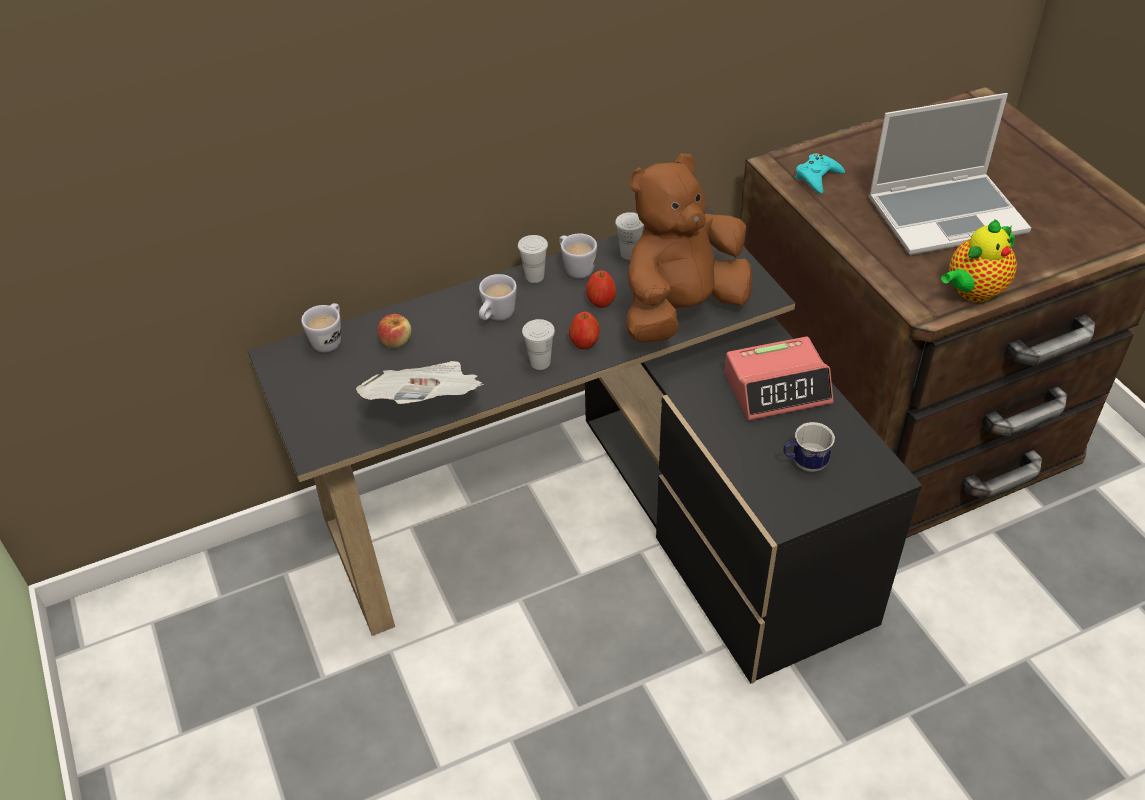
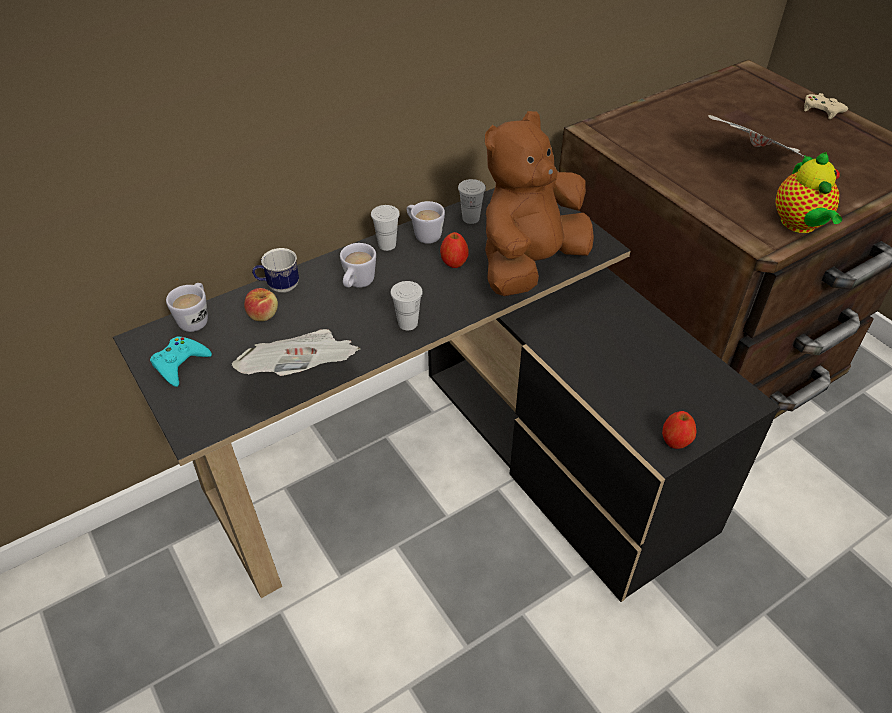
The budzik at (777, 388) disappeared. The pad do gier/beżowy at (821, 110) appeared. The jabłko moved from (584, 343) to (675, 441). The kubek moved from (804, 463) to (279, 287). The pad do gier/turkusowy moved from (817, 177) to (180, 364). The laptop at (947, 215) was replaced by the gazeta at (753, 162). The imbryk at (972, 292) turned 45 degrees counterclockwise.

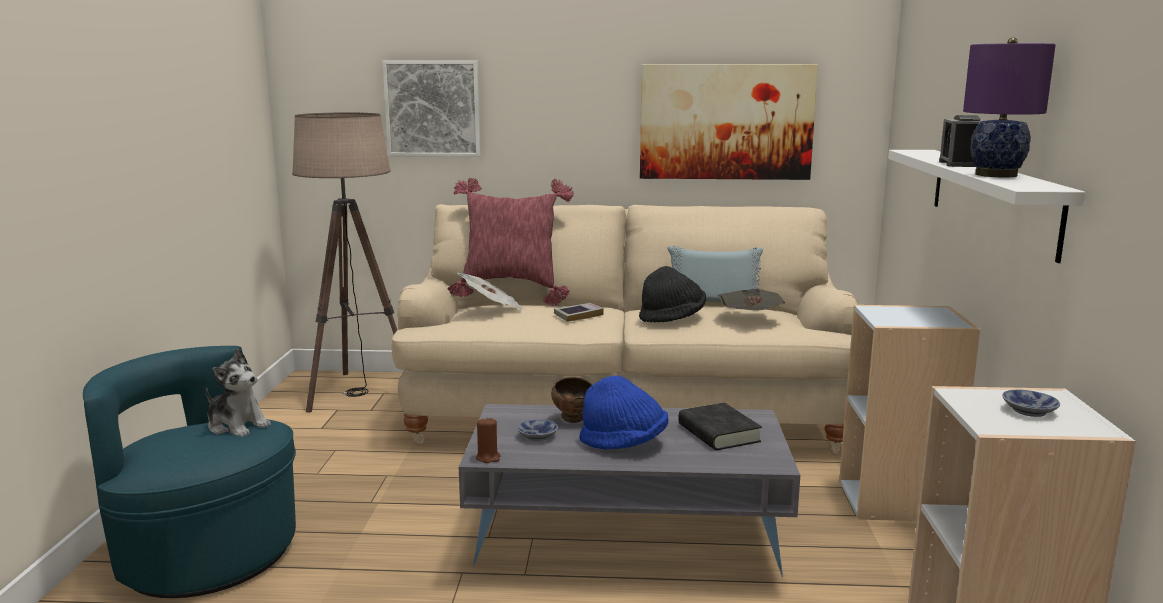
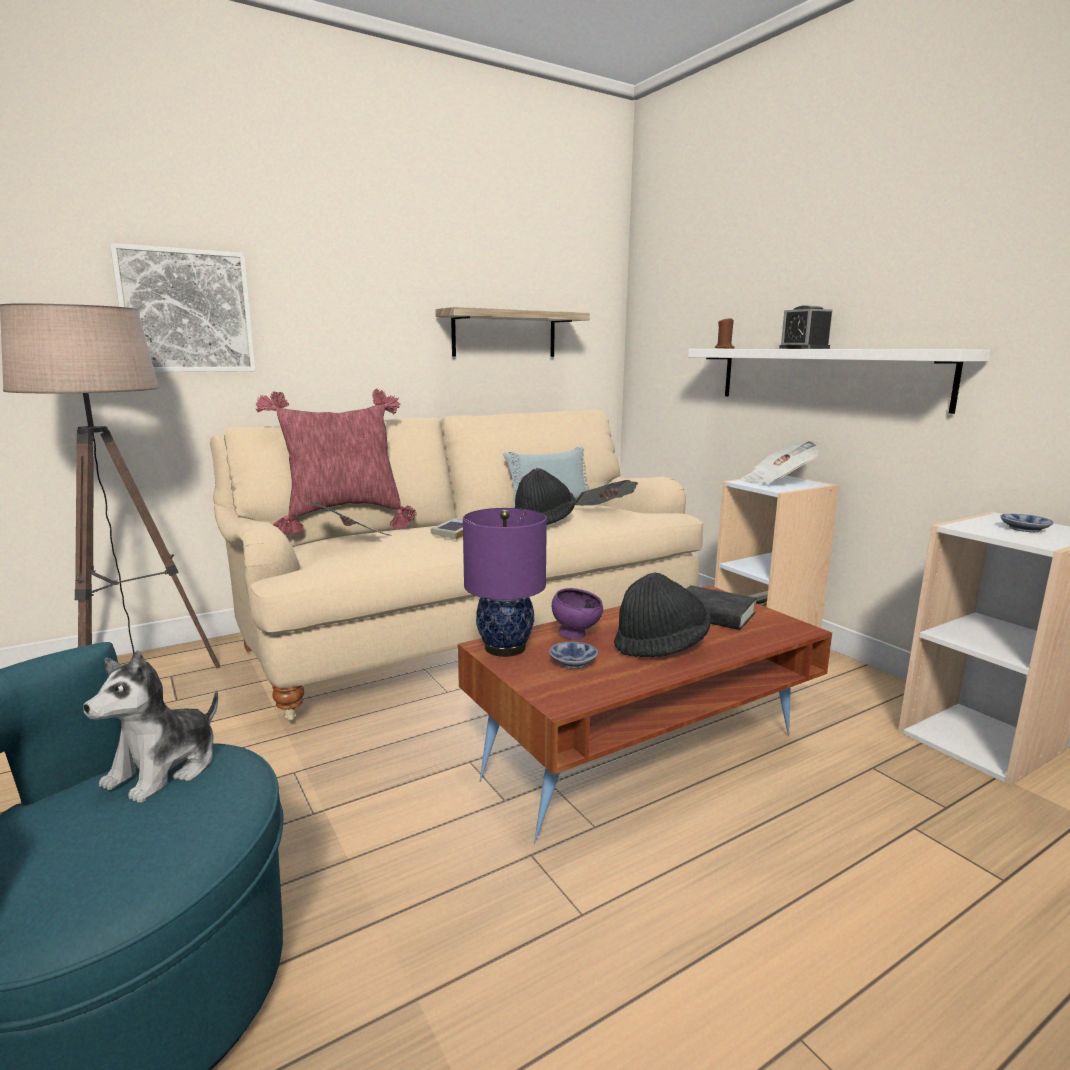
The gazeta at (777, 482) appeared. The świeca/brązowy moved from (488, 458) to (724, 348). The lampa stołowa/fioletowy moved from (996, 175) to (505, 647). The obraz at (726, 122) was replaced by the półka at (504, 334). The ława/szary at (627, 546) became the ława/brązowy at (642, 756). The miska/brązowy at (574, 419) became the miska/fioletowy at (576, 635). The kapelusz/niebieski at (624, 443) became the kapelusz/czarny at (661, 646). The pluszak at (237, 426) turned 120 degrees clockwise.

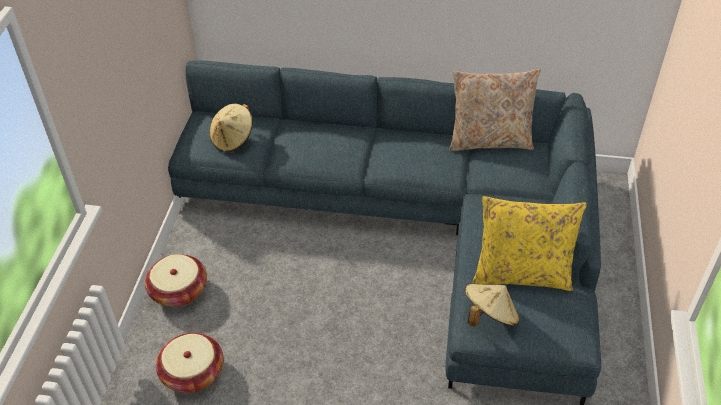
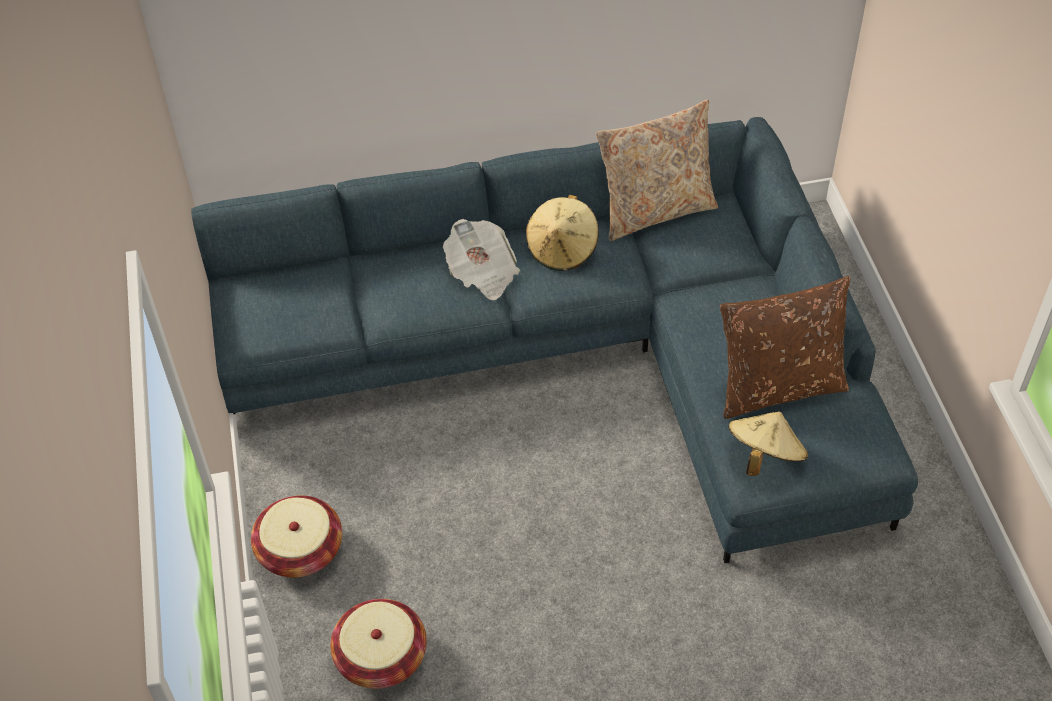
The gazeta at (482, 273) appeared. The kapelusz/beżowy moved from (233, 139) to (562, 249). The poduszka/żółty at (522, 274) became the poduszka/brązowy at (778, 387).

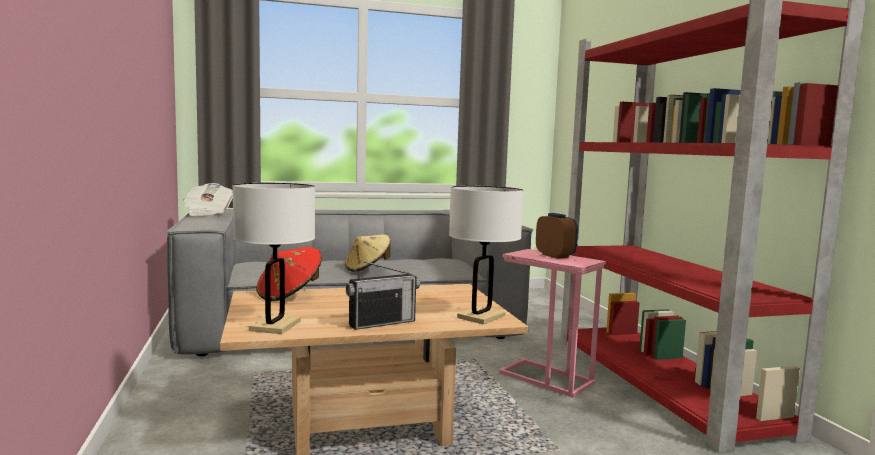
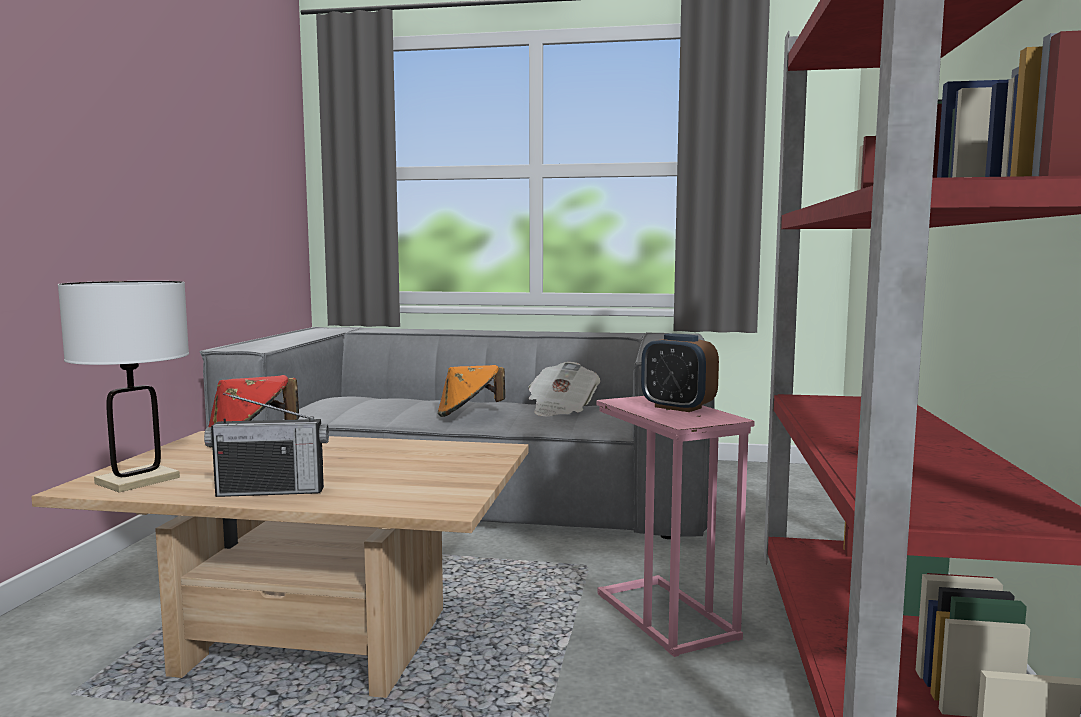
The lampa stołowa/biały at (481, 317) disappeared. The gazeta moved from (207, 213) to (561, 409). The kapelusz/beżowy at (367, 269) became the kapelusz/pomarańczowy at (469, 414). The budzik at (555, 256) turned 135 degrees clockwise.

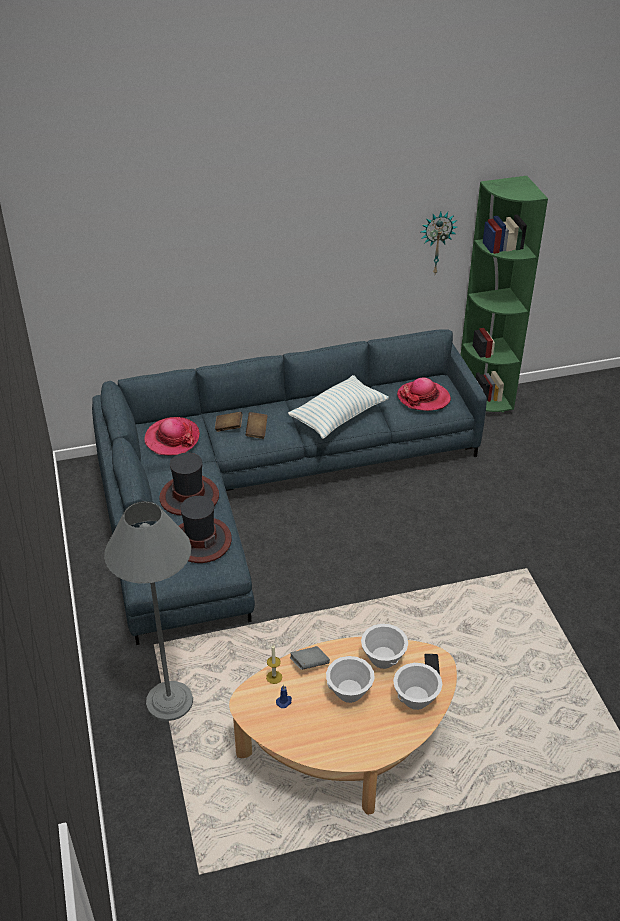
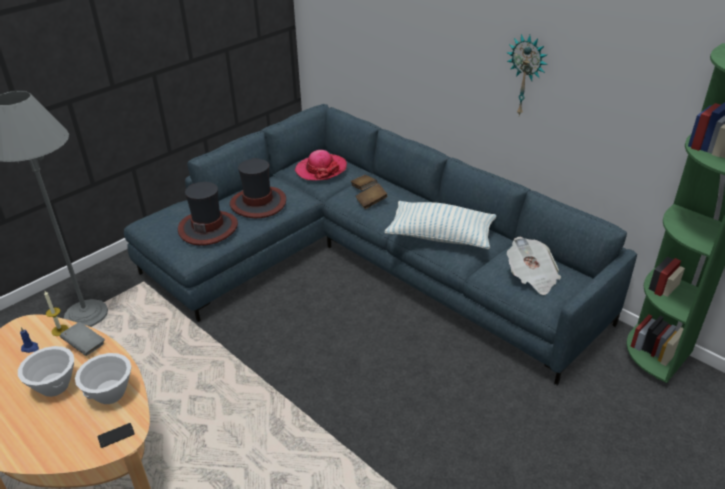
The miska/biały at (416, 700) disappeared. The zegar ścienny moved from (436, 242) to (526, 75). The kapelusz at (423, 398) was replaced by the gazeta at (532, 277).

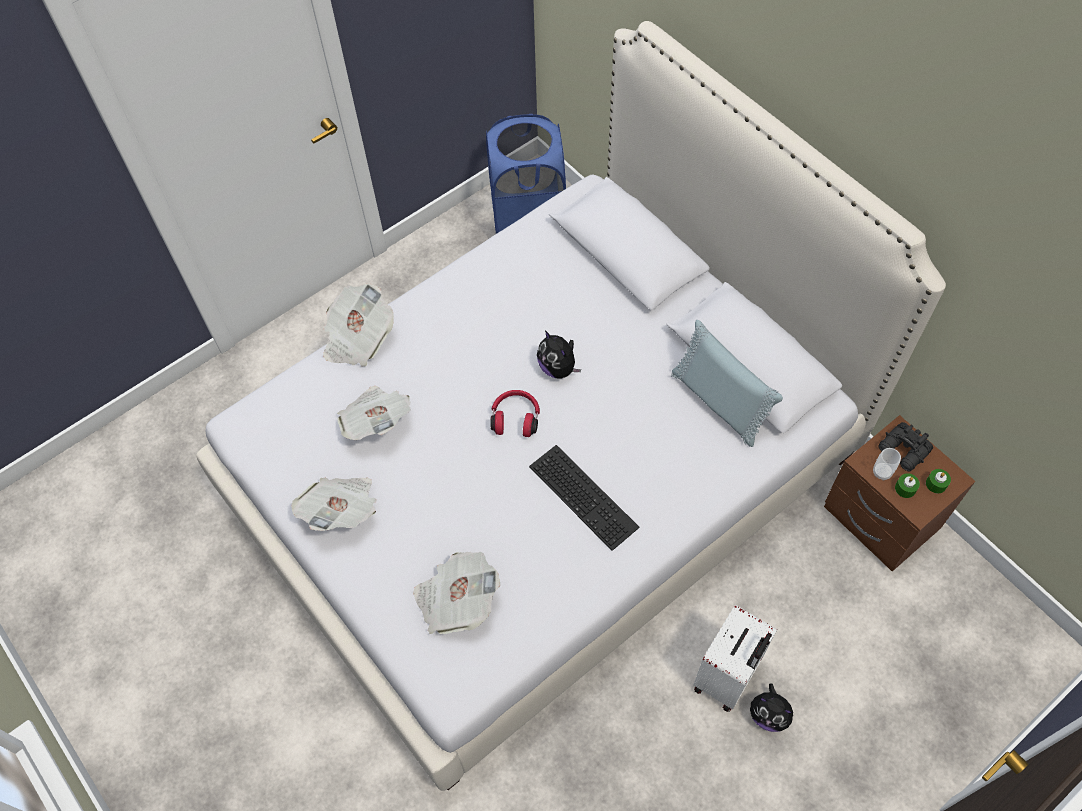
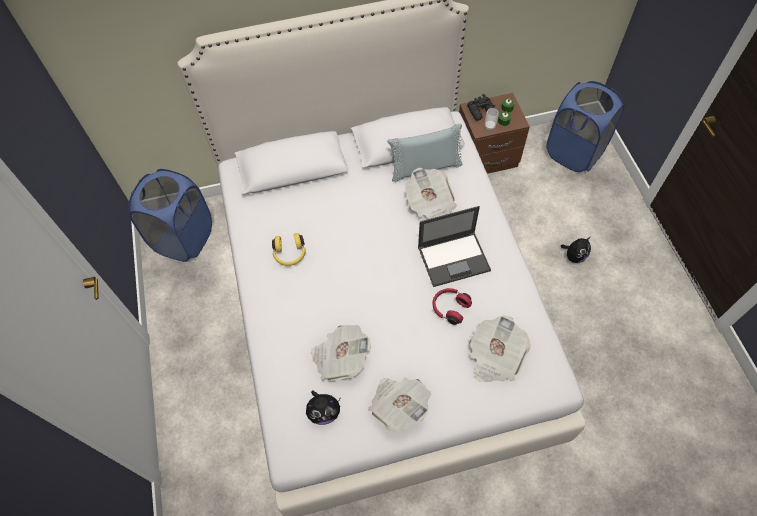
The walizka/biały at (727, 677) disappeared. The słuchawki/żółty at (290, 254) appeared. The kosz na pranie/niebieski at (574, 152) appeared. The gazeta moved from (358, 338) to (430, 205). The słuchawki/czerwony moved from (515, 418) to (449, 308). The pluszak moved from (558, 368) to (324, 412). The klawiatura at (586, 496) was replaced by the laptop at (454, 258).

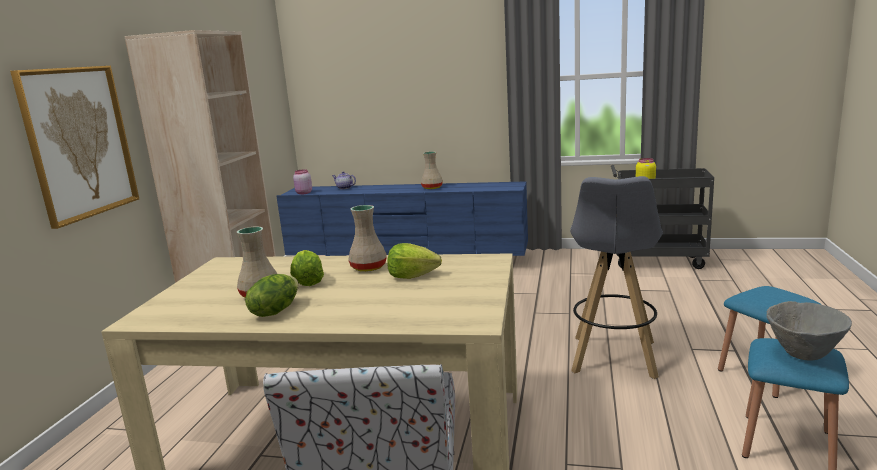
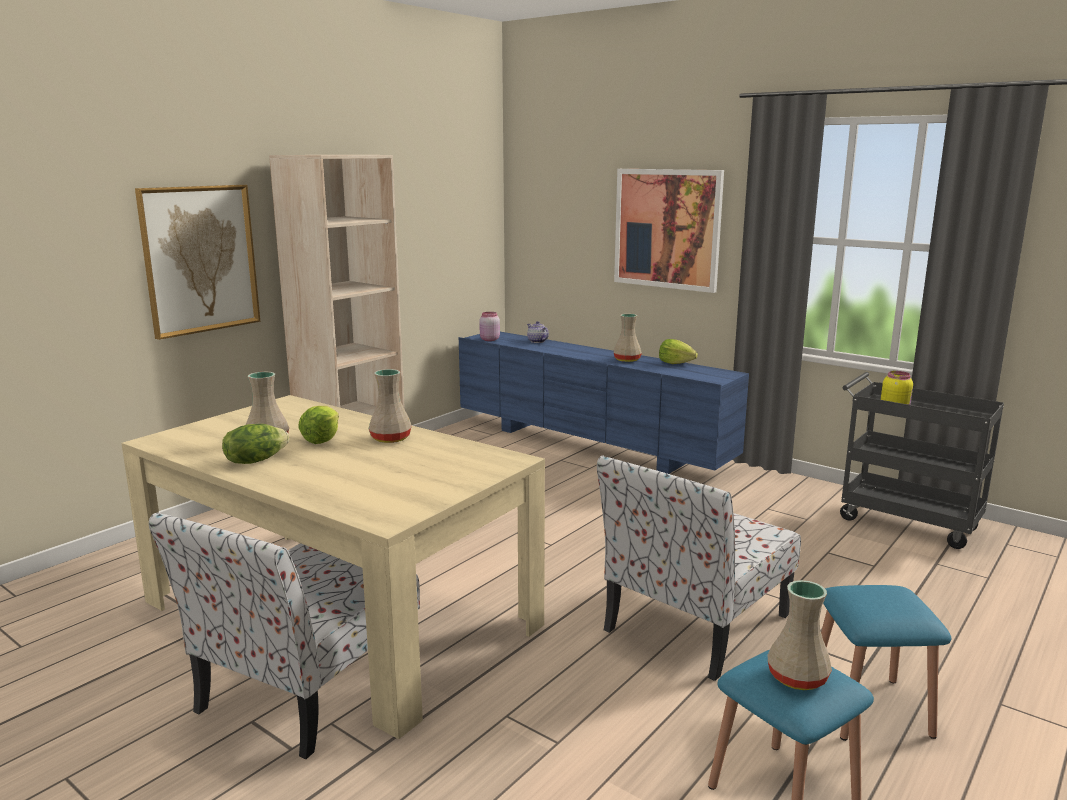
The obraz at (667, 229) appeared. The sałata moved from (412, 276) to (675, 363). The stołek/szary at (613, 358) was replaced by the krzesło at (694, 624). The miska/szary at (803, 354) was replaced by the wazon/beżowy at (798, 678).

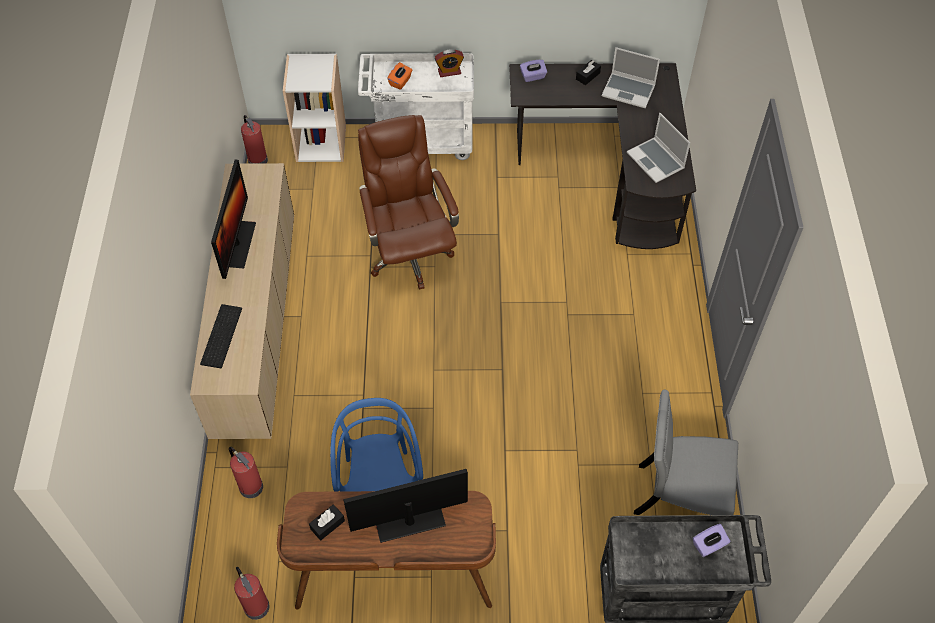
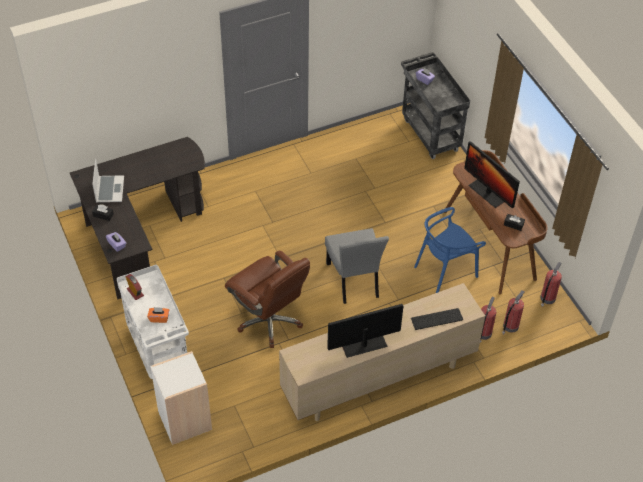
The laptop at (656, 161) disappeared. The gaśnica moved from (257, 159) to (510, 326). The krzesło/szary moved from (681, 496) to (354, 278). The krzesło biurowe/brązowy at (410, 257) turned 90 degrees counterclockwise.

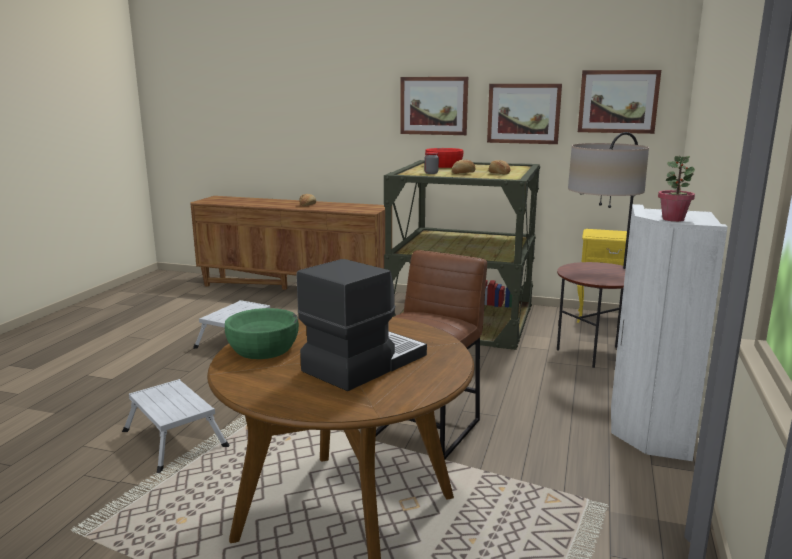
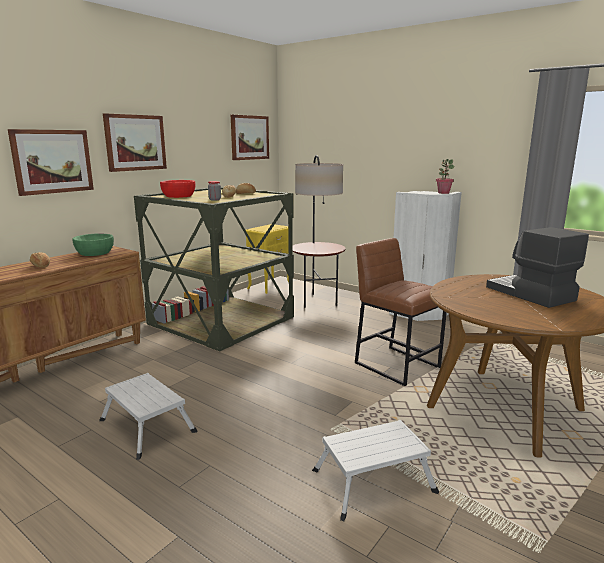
The miska/zielony moved from (263, 348) to (94, 252). The obraz moved from (523, 113) to (52, 161).

